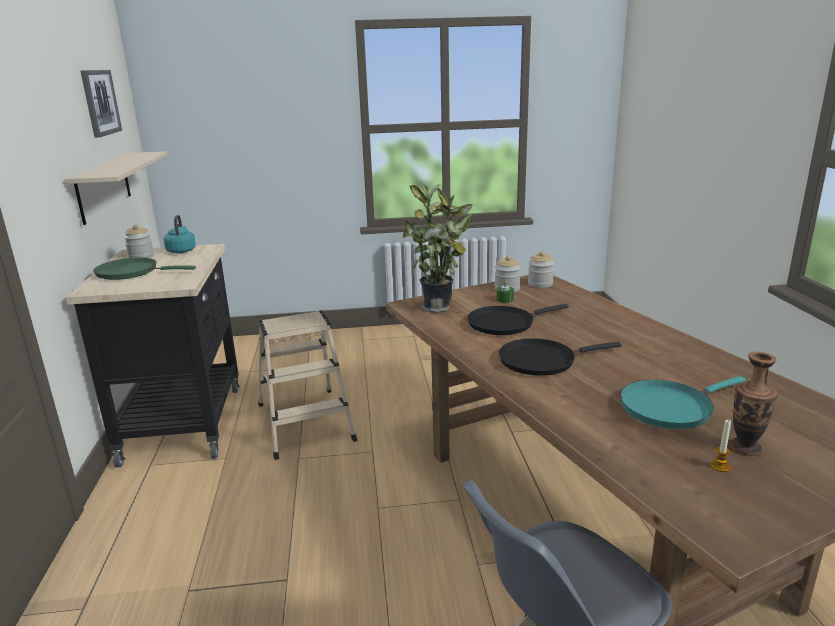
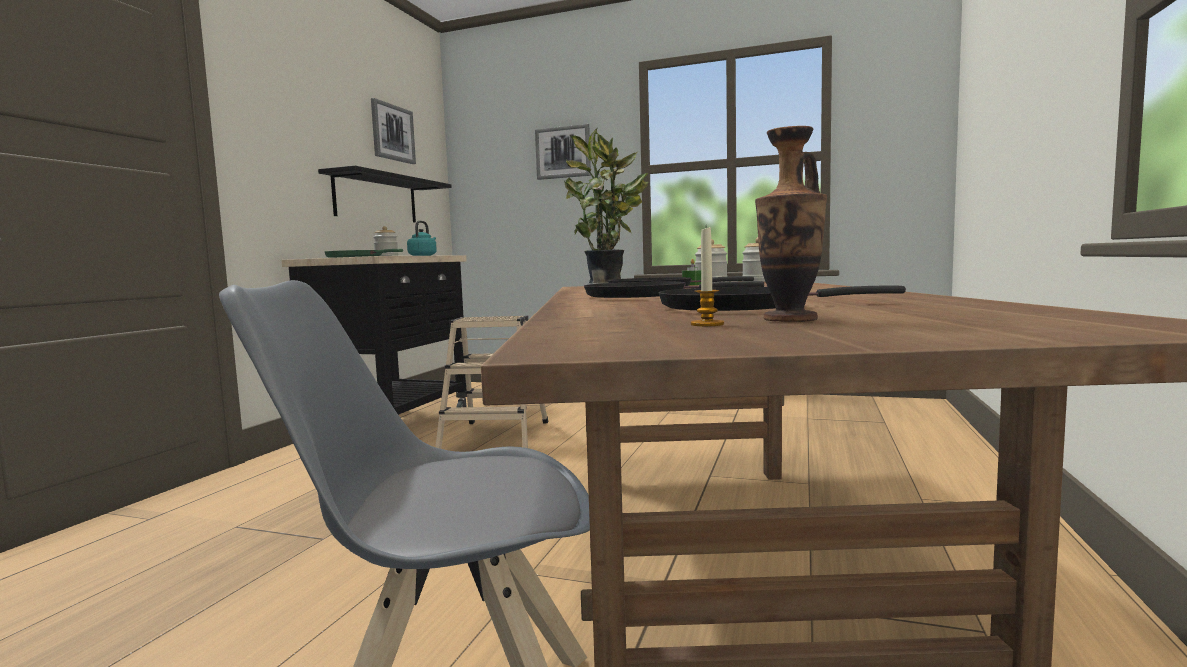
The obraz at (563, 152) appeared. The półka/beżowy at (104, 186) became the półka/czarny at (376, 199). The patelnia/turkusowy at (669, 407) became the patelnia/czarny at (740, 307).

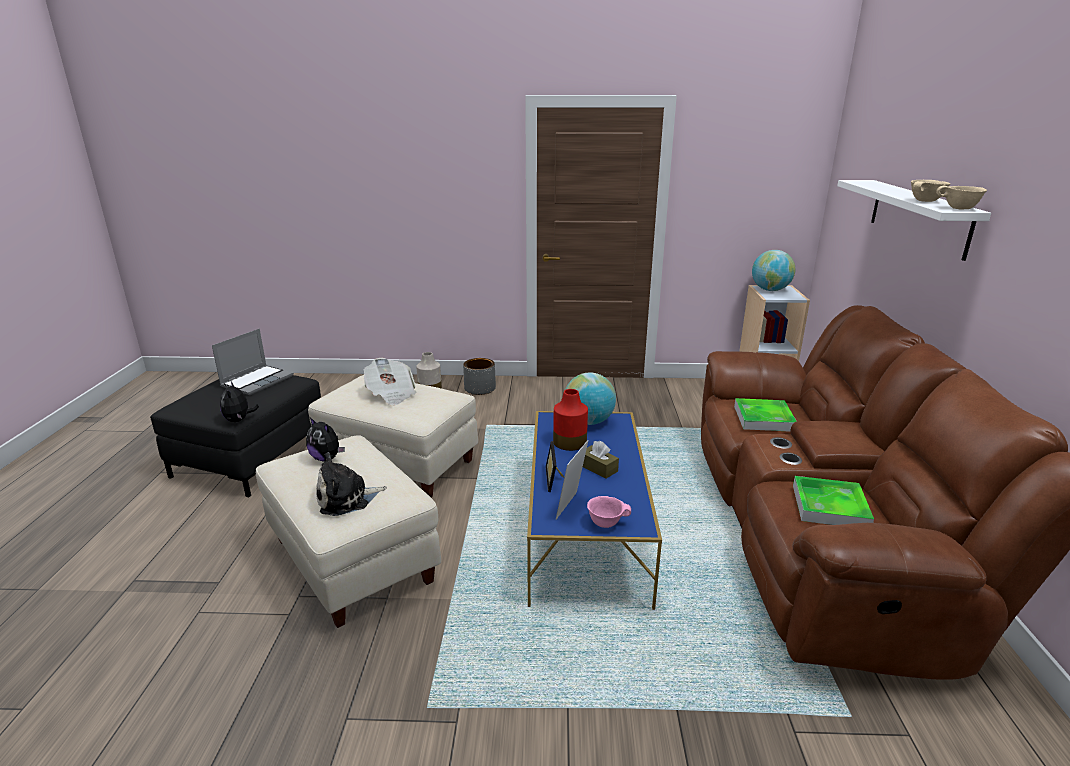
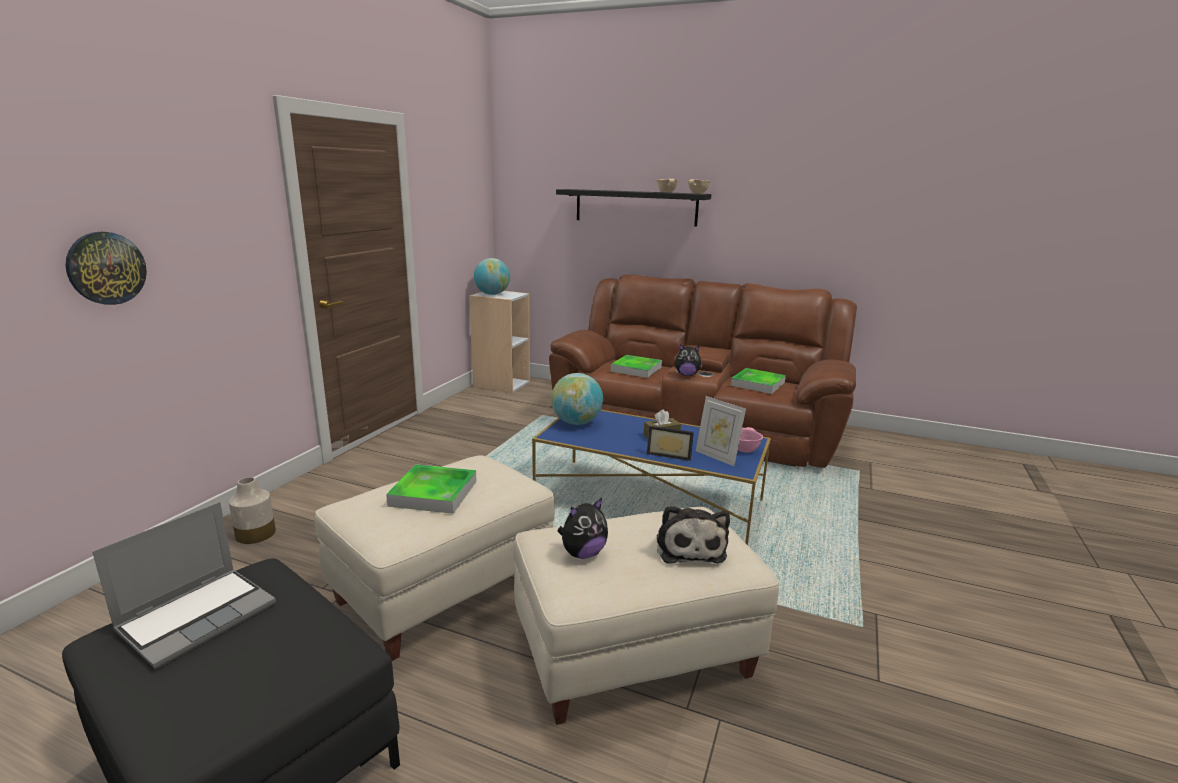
The donica/szary at (480, 389) disappeared. The wazon/czerwony at (569, 442) disappeared. The zegar ścienny at (106, 268) appeared. The pluszak moved from (239, 420) to (687, 375). The gazeta at (391, 394) was replaced by the taca at (433, 493). The półka/biały at (918, 216) became the półka/czarny at (635, 207). The laptop at (257, 381) turned 75 degrees clockwise.

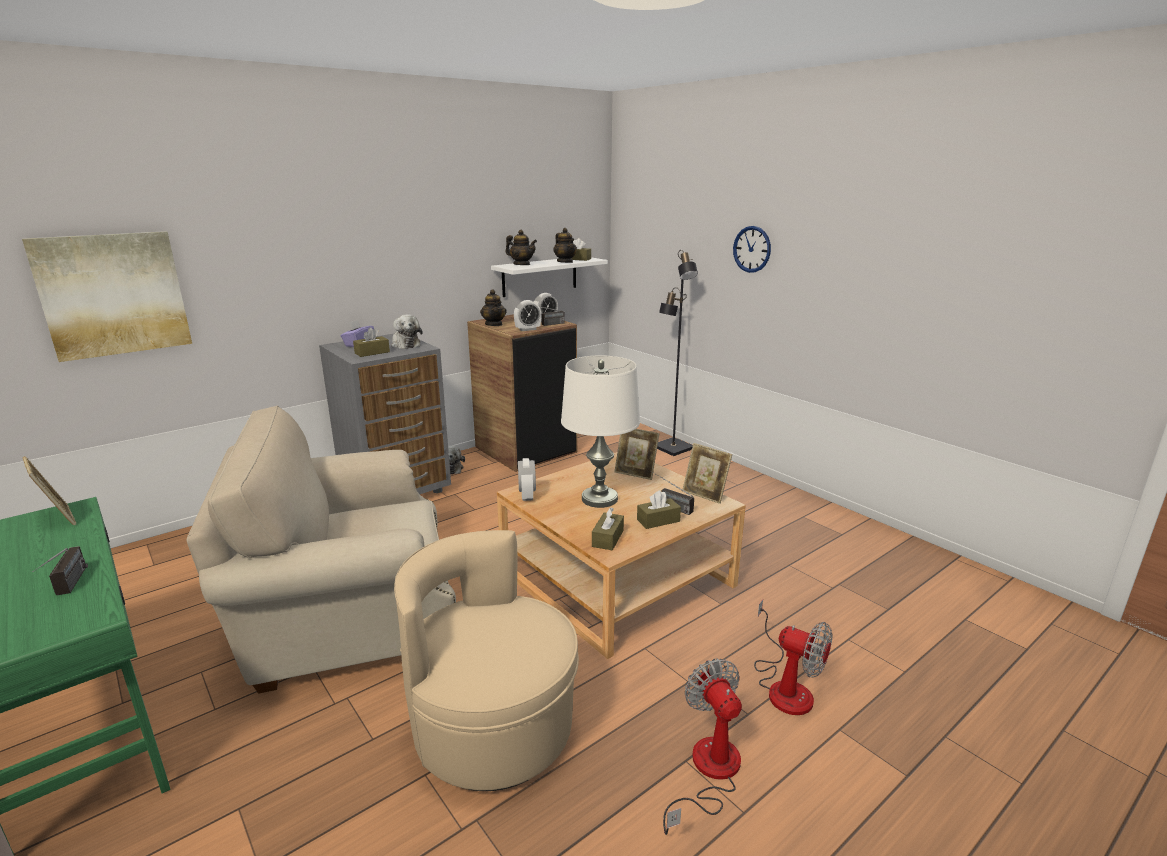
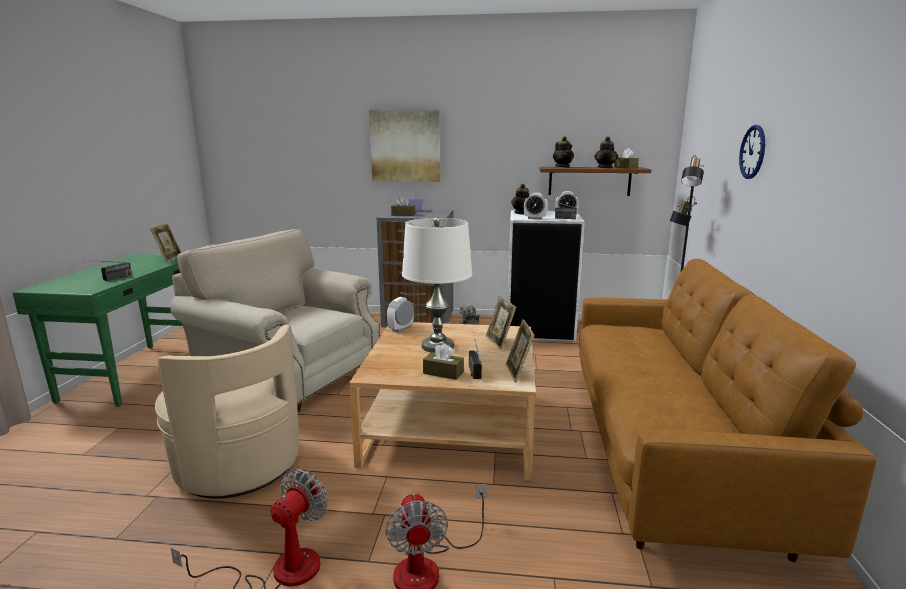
The pluszak at (405, 344) disappeared. The pudełko chusteczek/brązowy at (607, 538) disappeared. The kanapa/brązowy at (670, 450) appeared. The obraz moved from (113, 294) to (405, 146). The szafka/brązowy at (526, 450) became the szafka/biały at (540, 328). The półka/biały at (540, 276) became the półka/brązowy at (589, 181). The fotel/beżowy at (495, 730) turned 150 degrees clockwise.

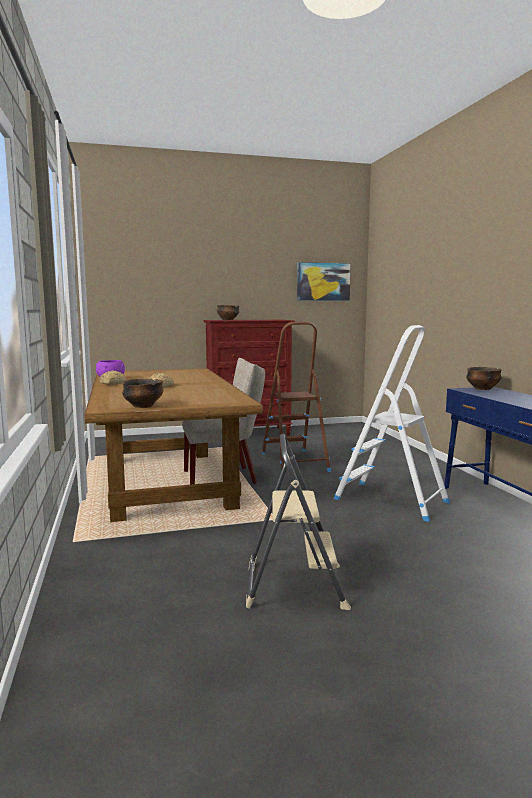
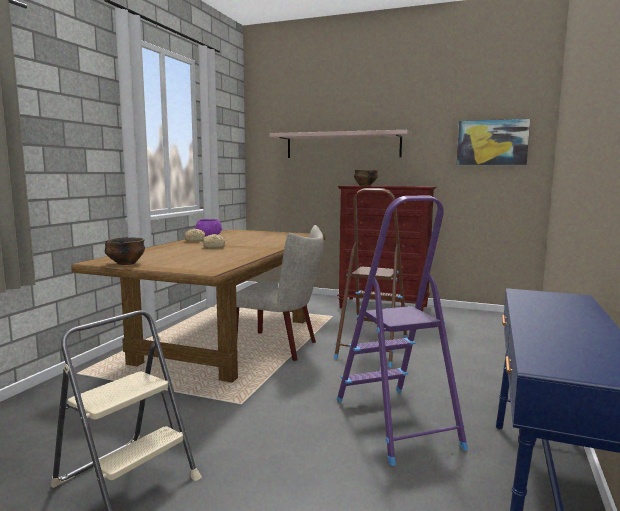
The miska at (482, 389) disappeared. The półka at (342, 145) appeared. The drabinka/biały at (389, 500) became the drabinka/fioletowy at (395, 421).

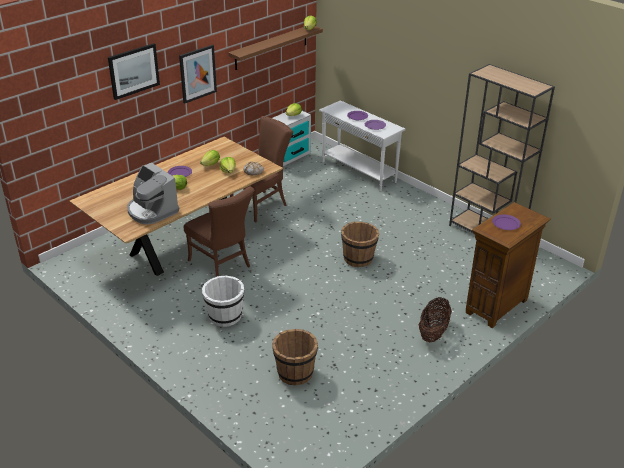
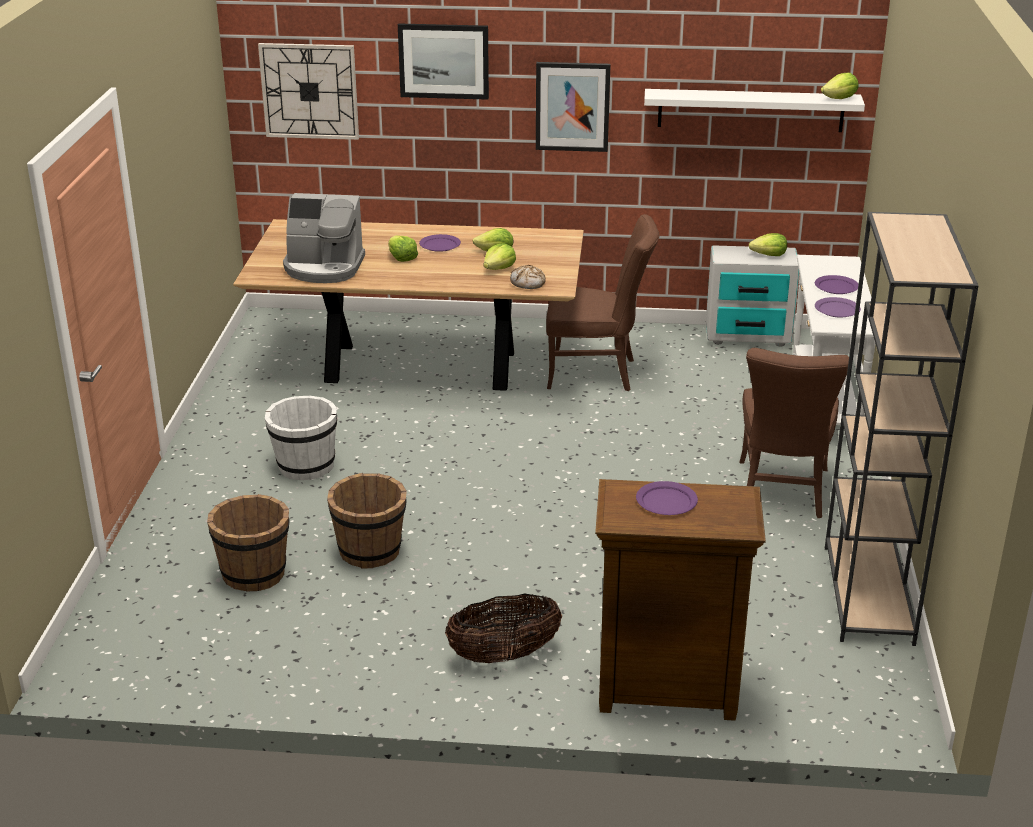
The zegar ścienny at (309, 91) appeared. The krzesło/brązowy moved from (222, 264) to (782, 493). The wiadro/brązowy moved from (358, 258) to (370, 551). The półka/brązowy at (271, 47) became the półka/biały at (750, 110). The ekspres do kawy at (151, 211) turned 90 degrees counterclockwise.

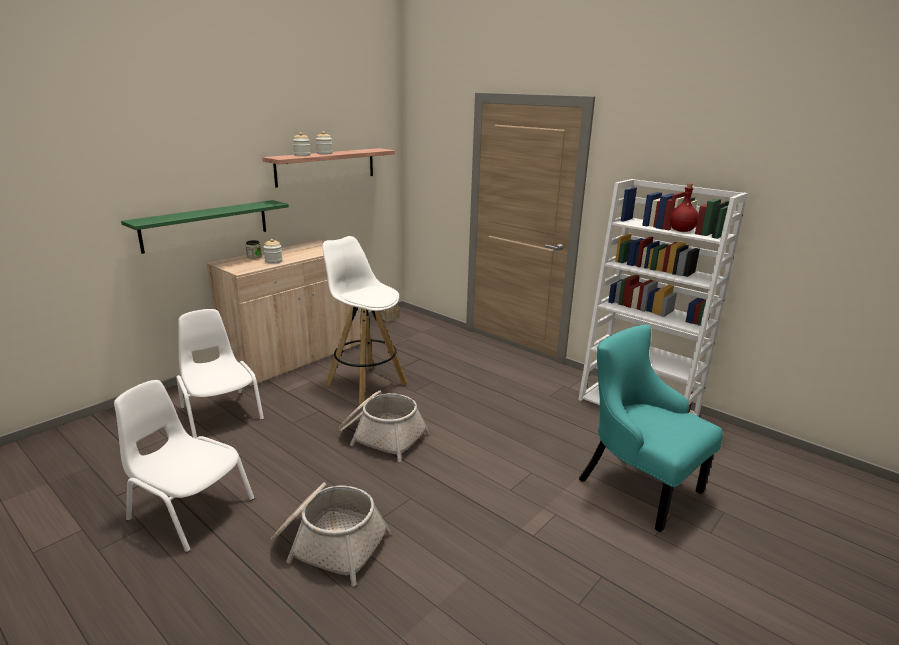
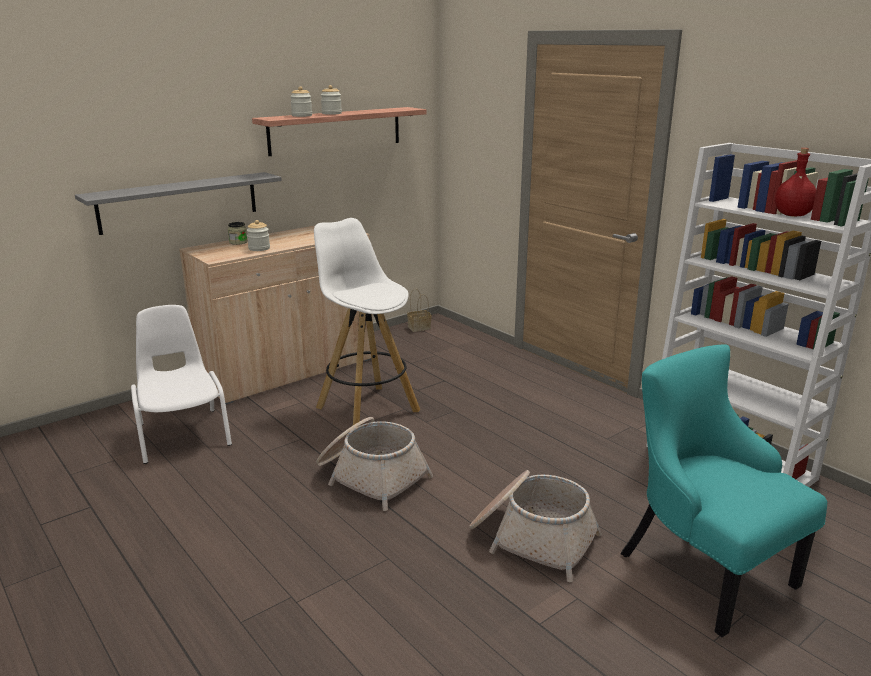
The krzesło/biały at (190, 509) disappeared. The koszyk moved from (328, 543) to (531, 538). The półka/zielony at (206, 225) became the półka/szary at (179, 202).

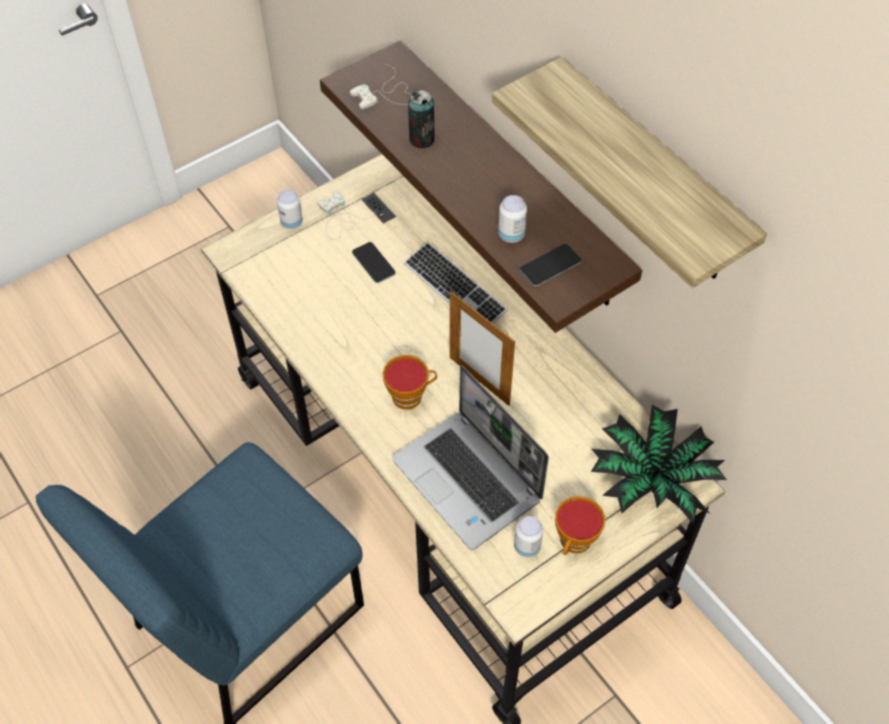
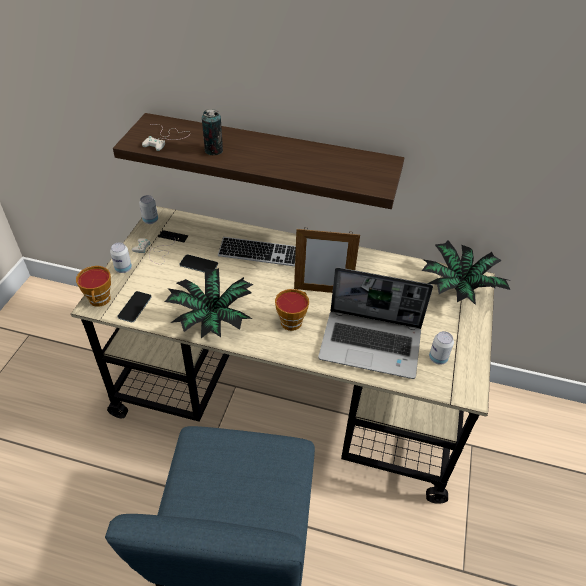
The półka at (650, 176) disappeared. The roślina doniczkowa at (212, 318) appeared. The puszka moved from (511, 234) to (150, 220). The telefon moved from (550, 265) to (134, 307). The filiżanka moved from (574, 543) to (100, 301).

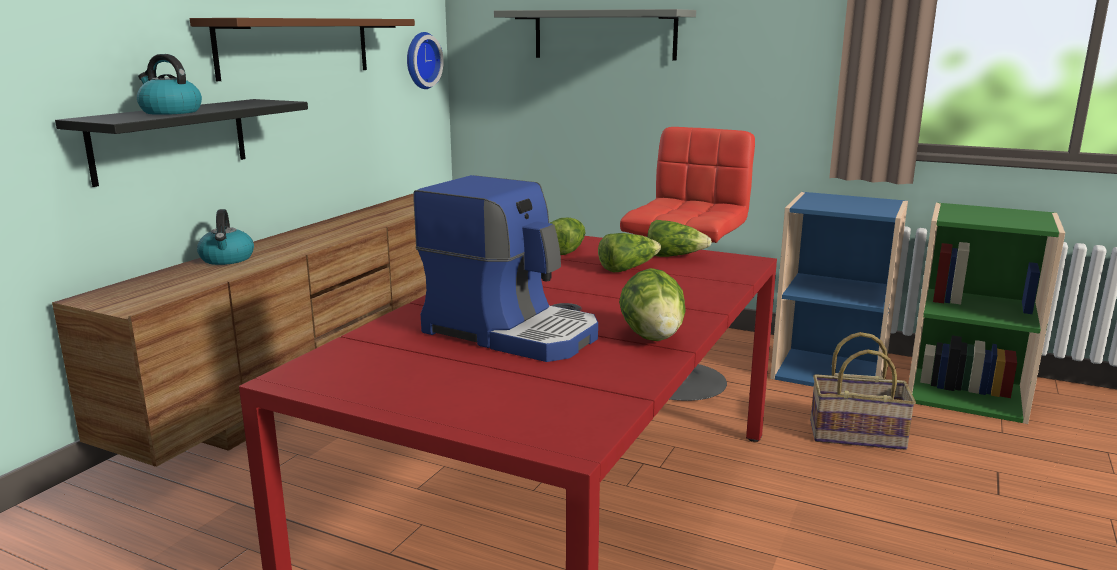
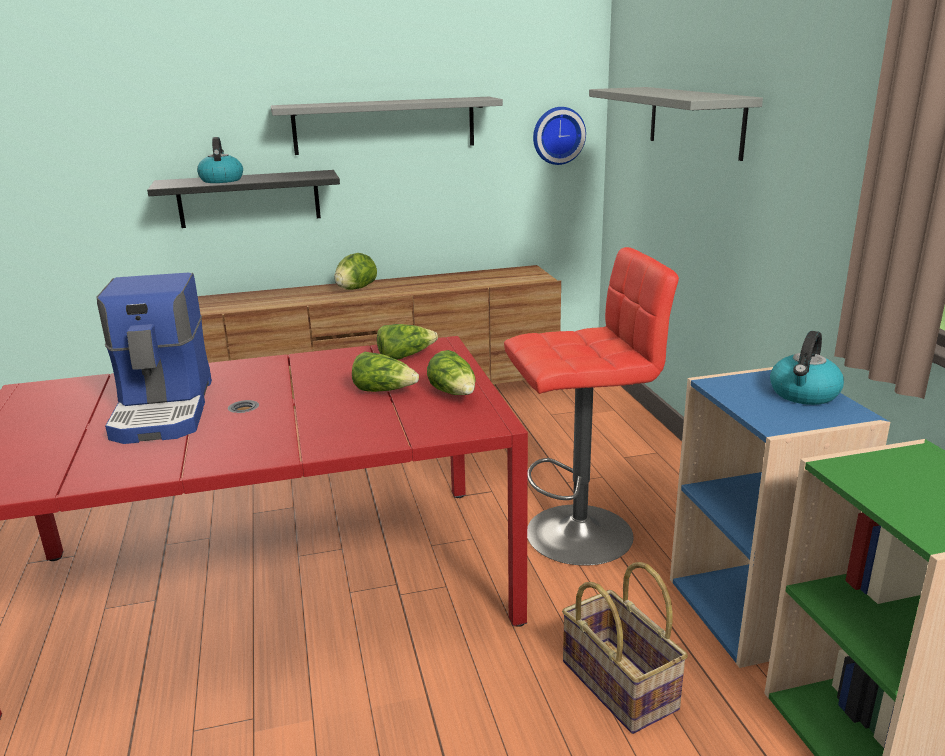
The czajnik moved from (227, 259) to (804, 394). The sałata moved from (653, 336) to (356, 289). The półka/brązowy at (296, 47) became the półka/szary at (384, 125).

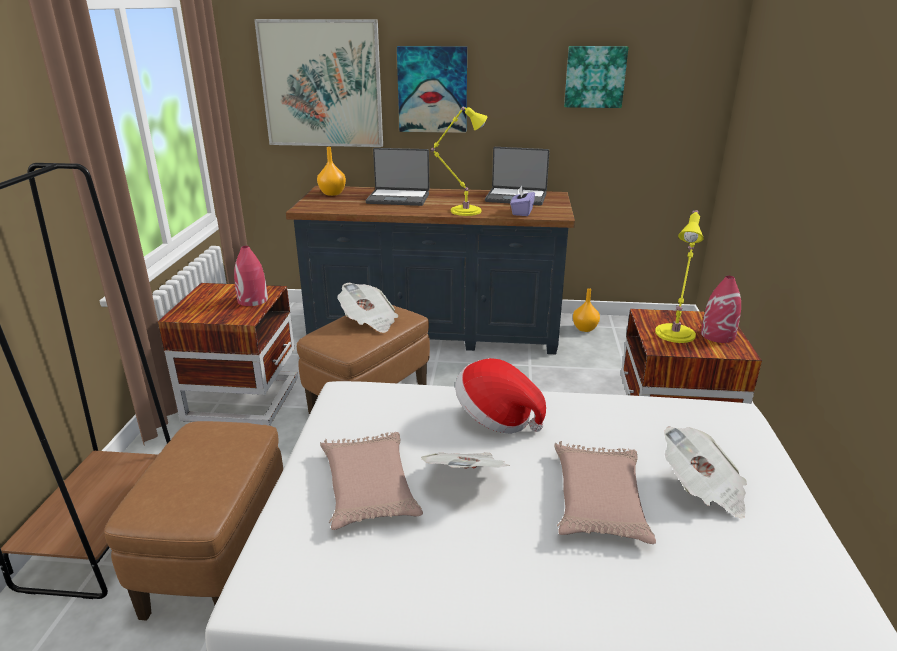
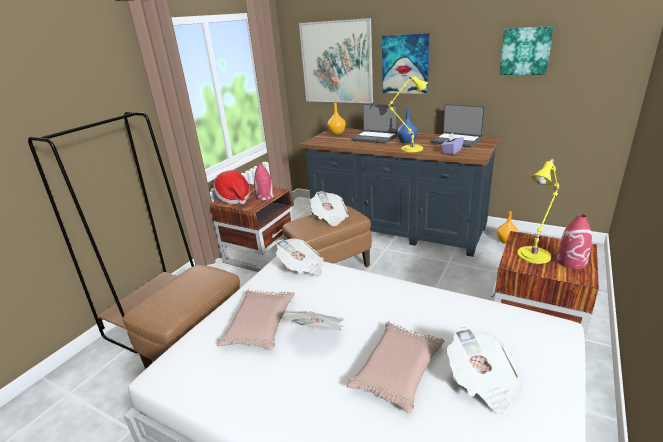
The gazeta at (302, 268) appeared. The wazon/niebieski at (407, 142) appeared. The kapelusz moved from (496, 418) to (234, 198).

